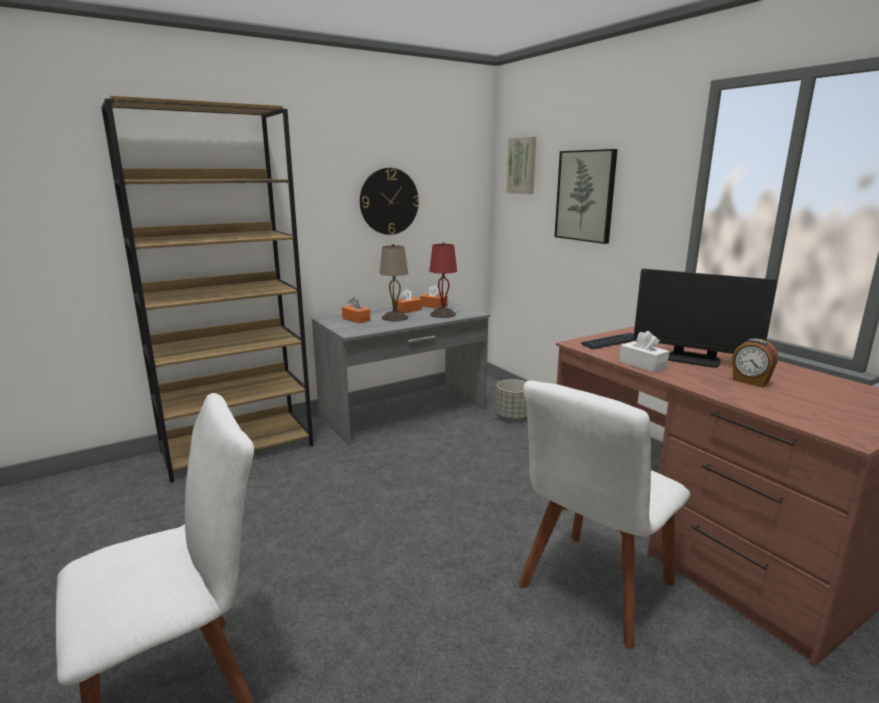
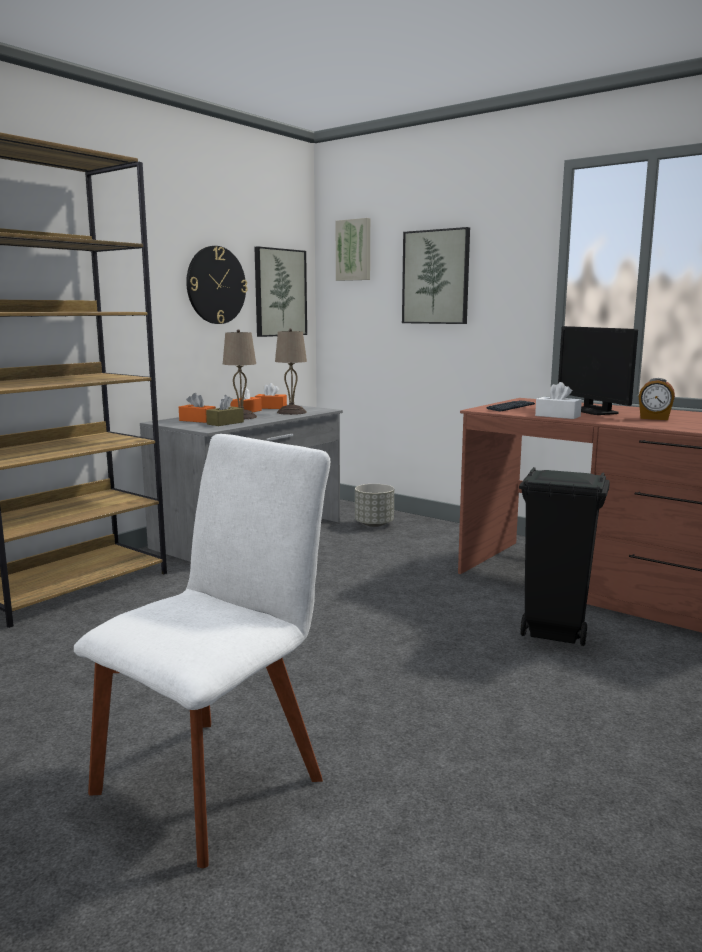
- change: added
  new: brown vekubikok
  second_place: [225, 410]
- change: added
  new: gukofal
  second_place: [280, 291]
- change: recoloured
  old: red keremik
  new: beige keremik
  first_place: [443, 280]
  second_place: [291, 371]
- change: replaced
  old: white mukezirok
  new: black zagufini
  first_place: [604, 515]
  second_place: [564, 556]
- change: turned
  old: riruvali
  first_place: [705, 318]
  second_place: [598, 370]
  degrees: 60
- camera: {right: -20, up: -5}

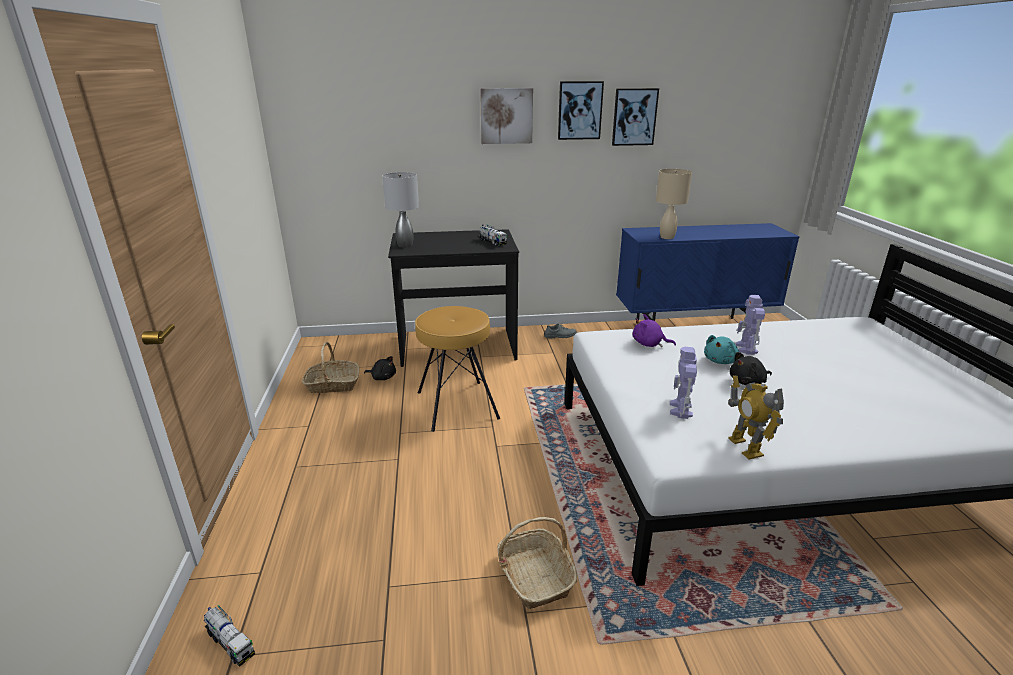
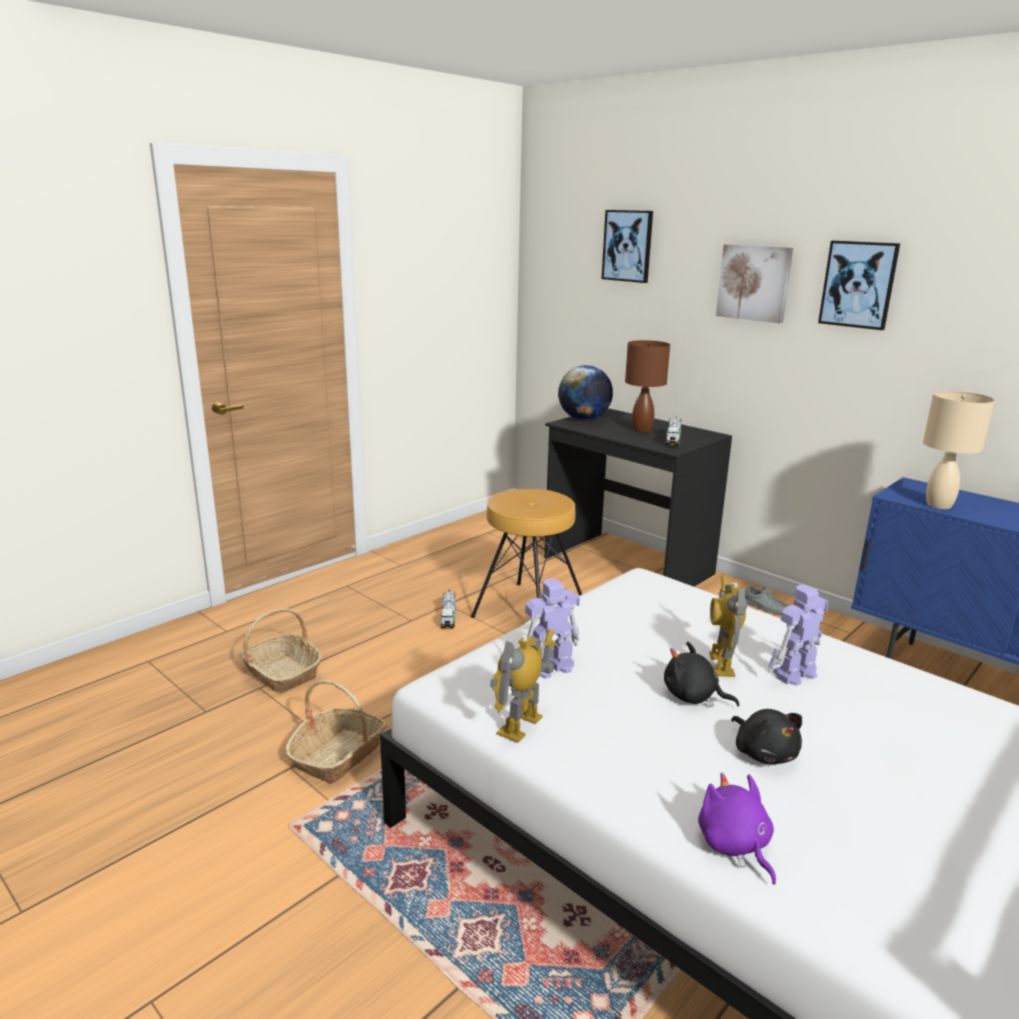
- change: moved
  old: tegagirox
  first_place: [330, 367]
  second_place: [281, 650]
- change: moved
  old: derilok
  first_place: [229, 636]
  second_place: [448, 609]
- change: replaced
  old: grey keremik
  new: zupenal
  first_place: [400, 210]
  second_place: [585, 392]
- change: moved
  old: gukofal
  first_place: [635, 117]
  second_place: [627, 246]
- change: added
  new: brown keremik
  second_place: [647, 386]
- change: moved
  old: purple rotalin
  first_place: [654, 330]
  second_place: [737, 829]
- change: replaced
  old: turquoise rotalin
  new: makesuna
  first_place: [721, 349]
  second_place: [728, 626]
- change: moved
  old: black rotalin
  first_place: [380, 368]
  second_place: [766, 736]
- camera: {right: 50, up: -5}

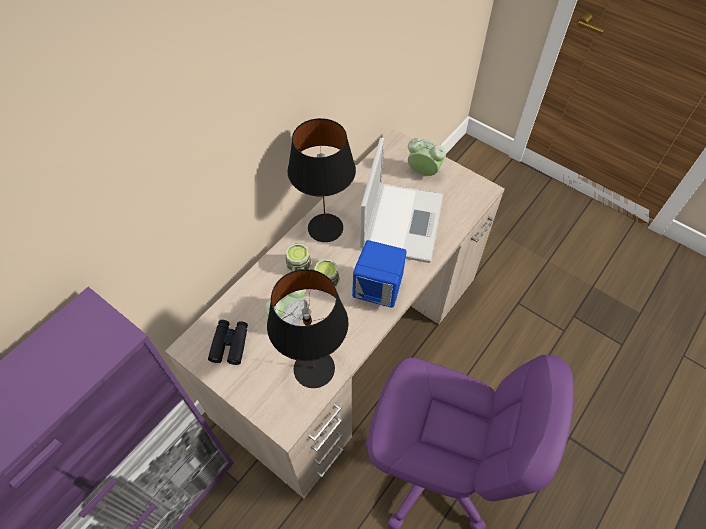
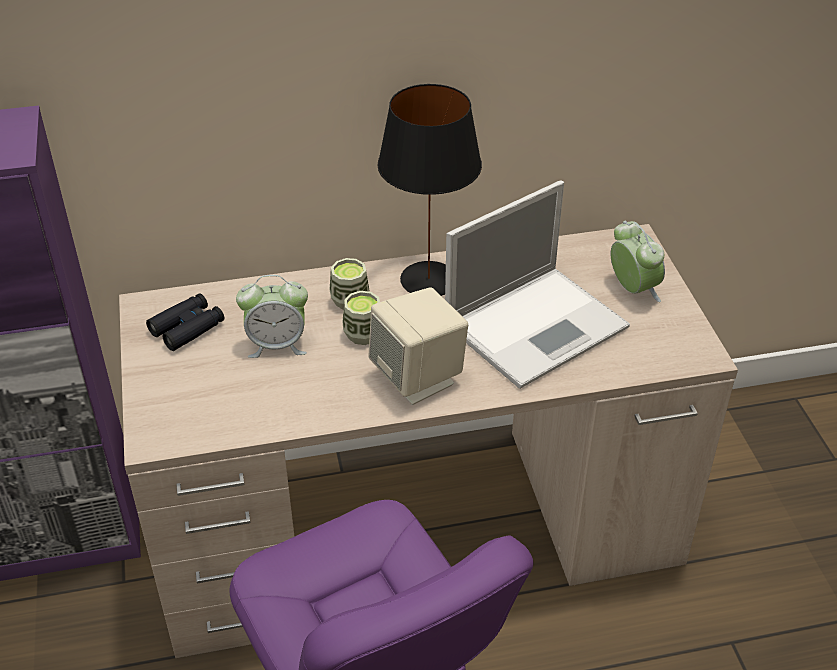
- change: recoloured
  old: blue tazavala
  new: beige tazavala
  first_place: [379, 274]
  second_place: [418, 346]
- change: removed
  old: black keremik
  first_place: [308, 328]
- camera: {right: 40, up: -15}

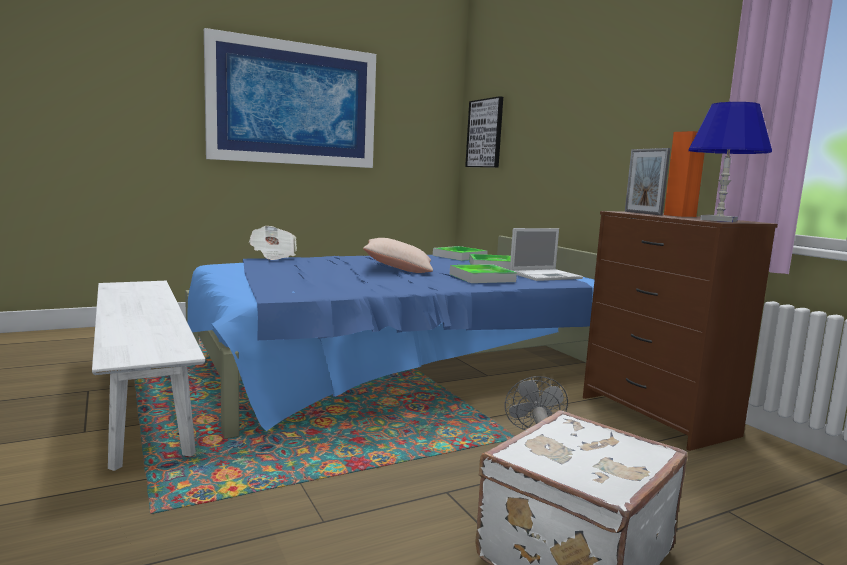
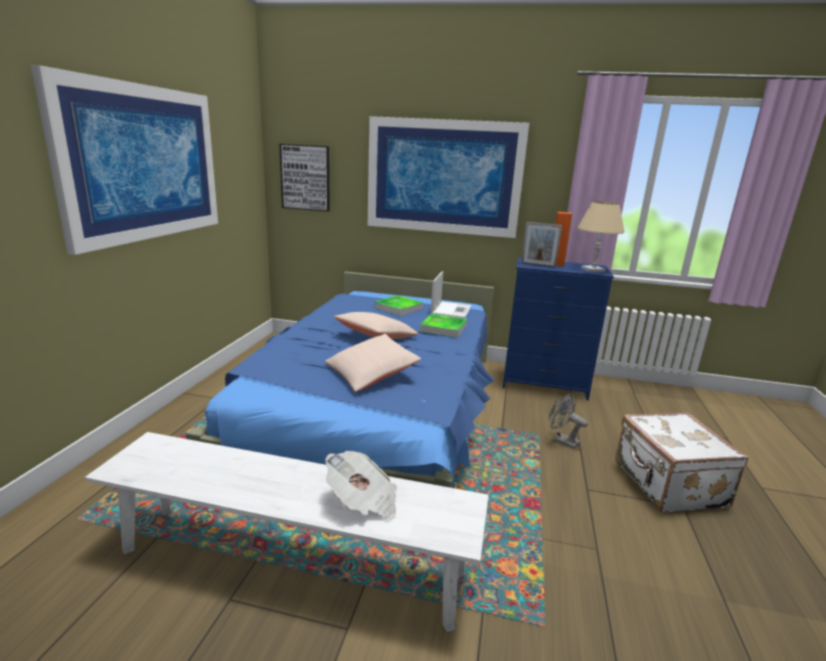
- change: added
  new: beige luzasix
  second_place: [373, 363]
- change: moved
  old: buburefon
  first_place: [273, 243]
  second_place: [361, 485]
- change: added
  new: gukofal
  second_place: [448, 177]
- change: recoloured
  old: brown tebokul
  new: blue tebokul
  first_place: [680, 331]
  second_place: [558, 329]
- change: recoloured
  old: blue keremik
  new: beige keremik
  first_place: [730, 162]
  second_place: [601, 236]
- change: removed
  old: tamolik
  first_place: [460, 253]
- camera: {right: -50, up: 10}

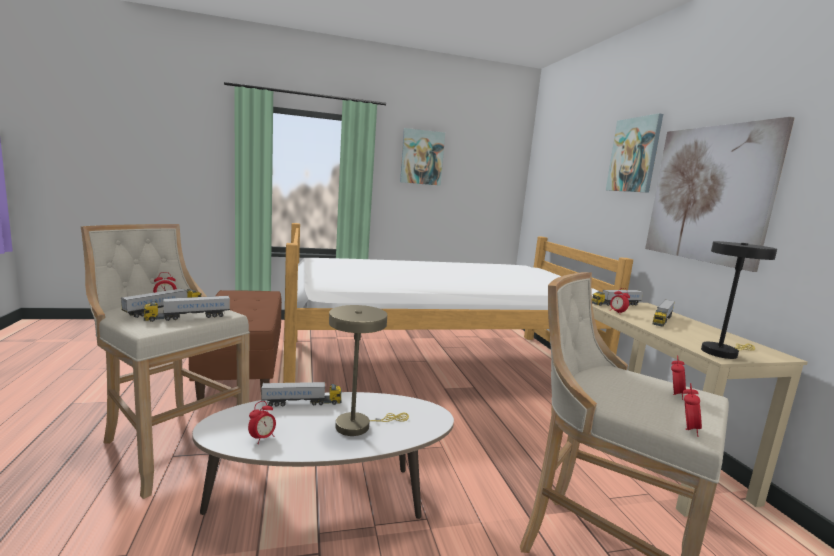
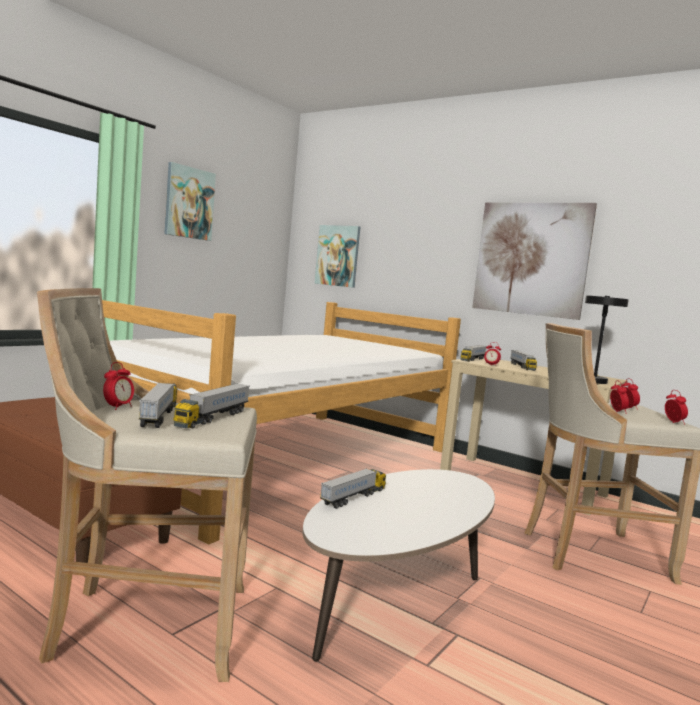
- change: moved
  old: gukofal
  first_place: [634, 153]
  second_place: [337, 256]
- change: moved
  old: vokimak
  first_place: [262, 422]
  second_place: [619, 397]
- change: removed
  old: beige keremik
  first_place: [369, 370]
- camera: {right: -40, up: -5}

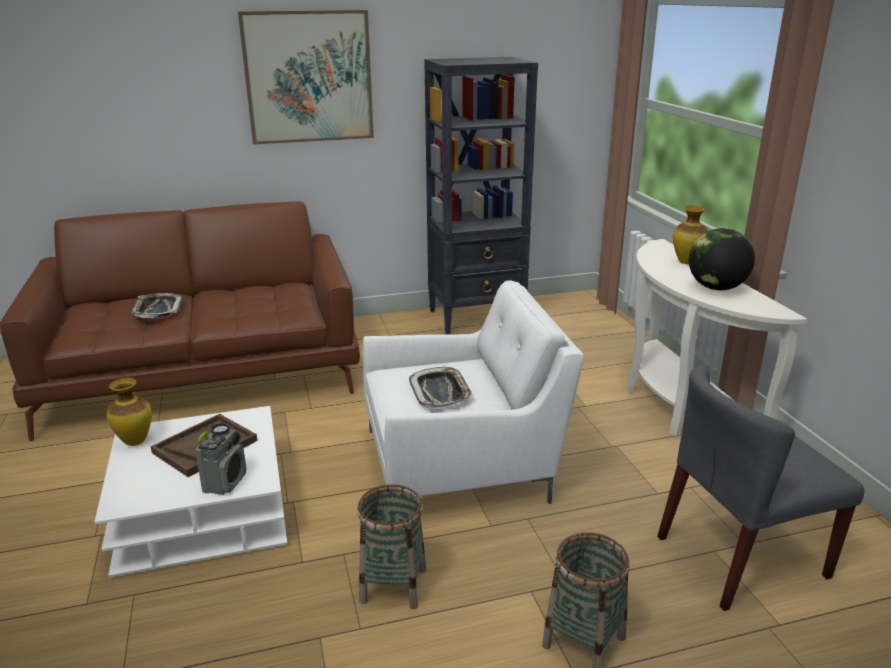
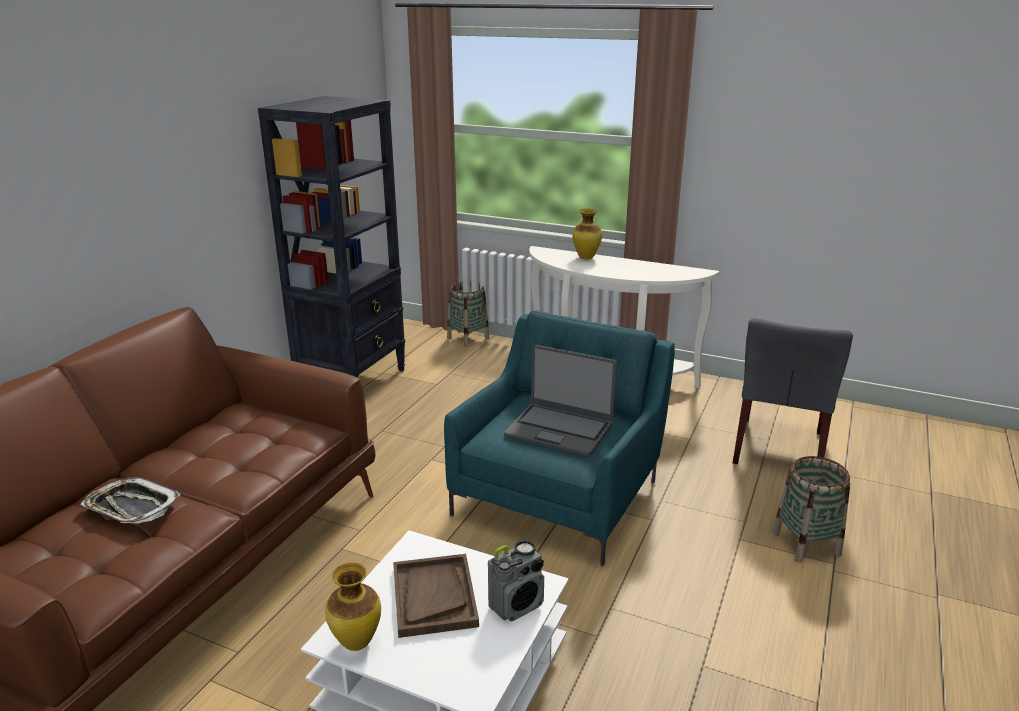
- change: recoloured
  old: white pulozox
  new: turquoise pulozox
  first_place: [473, 392]
  second_place: [559, 438]
- change: moved
  old: tegagirox
  first_place: [391, 546]
  second_place: [468, 314]
- change: turned
  old: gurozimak
  first_place: [221, 459]
  second_place: [516, 581]
  degrees: 90
- change: replaced
  old: tamolik
  new: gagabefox
  first_place: [441, 387]
  second_place: [560, 401]
- change: removed
  old: gukofal
  first_place: [306, 77]
- change: removed
  old: zupenal
  first_place: [722, 259]
- camera: {right: -50, up: 0}

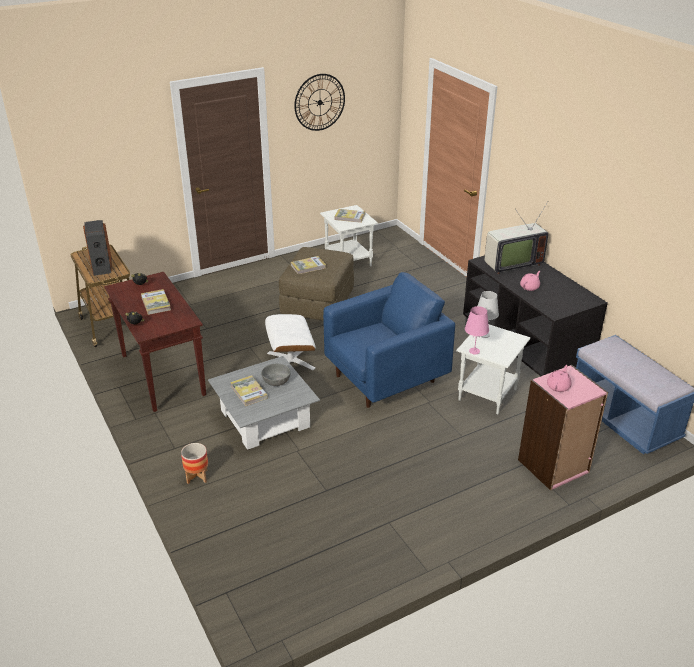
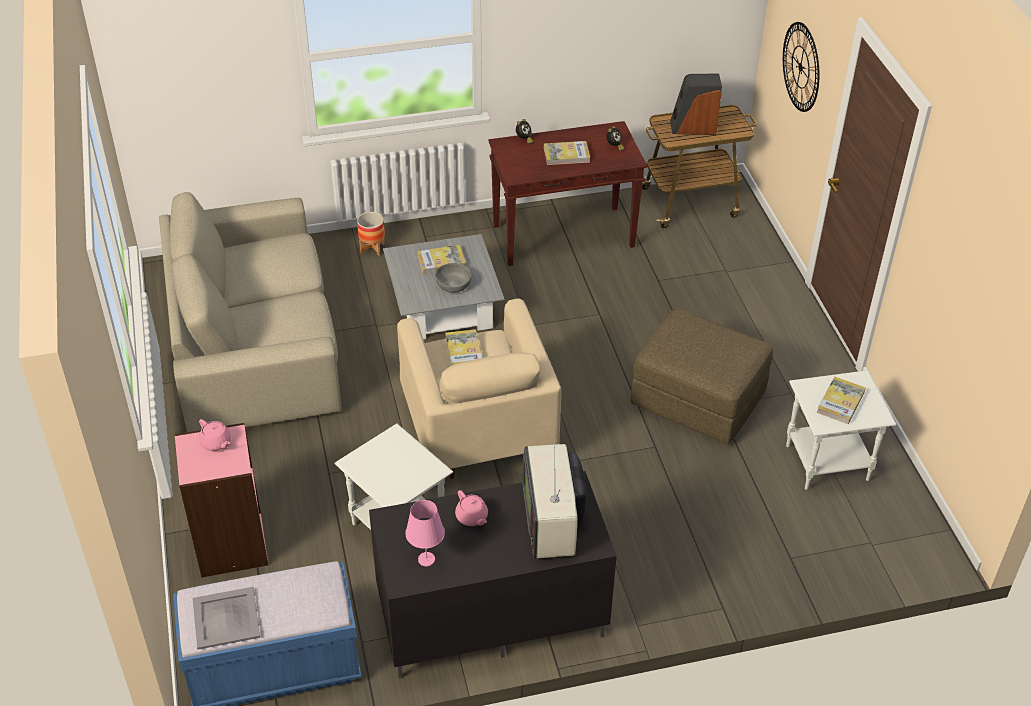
- change: added
  new: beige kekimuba
  second_place: [250, 312]
- change: added
  new: grey tamolik
  second_place: [226, 618]
- change: recoloured
  old: blue pulozox
  new: beige pulozox
  first_place: [389, 340]
  second_place: [479, 389]
- change: moved
  old: pink keremik
  first_place: [477, 330]
  second_place: [425, 533]
- change: moved
  old: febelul
  first_place: [308, 265]
  second_place: [463, 347]
- change: moved
  old: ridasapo
  first_place: [319, 102]
  second_place: [801, 67]
- change: removed
  old: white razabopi
  first_place: [290, 342]
- change: removed
  old: white keremik
  first_place: [488, 314]
- camera: {right: 105, up: 10}

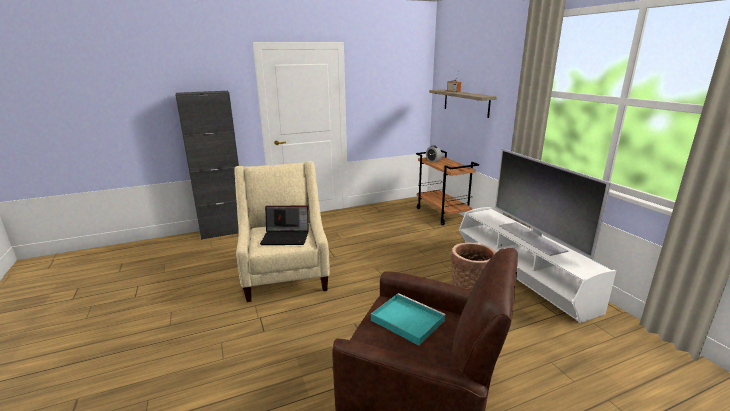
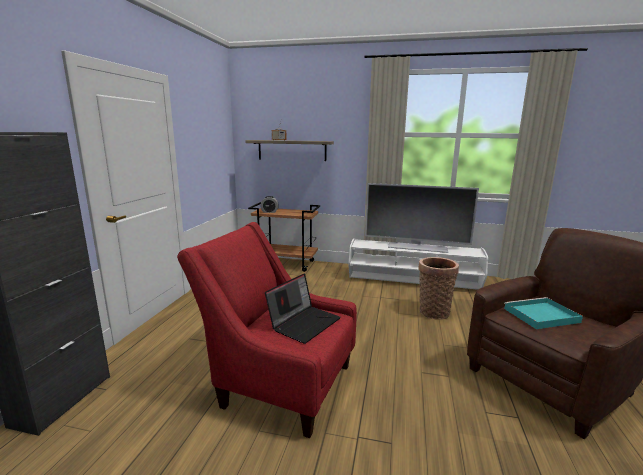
- change: recoloured
  old: beige pulozox
  new: red pulozox
  first_place: [282, 231]
  second_place: [267, 330]
- camera: {right: -55, up: -5}

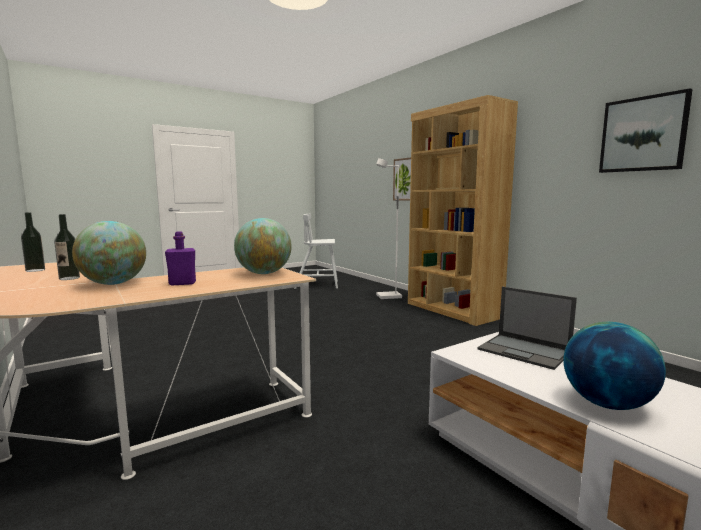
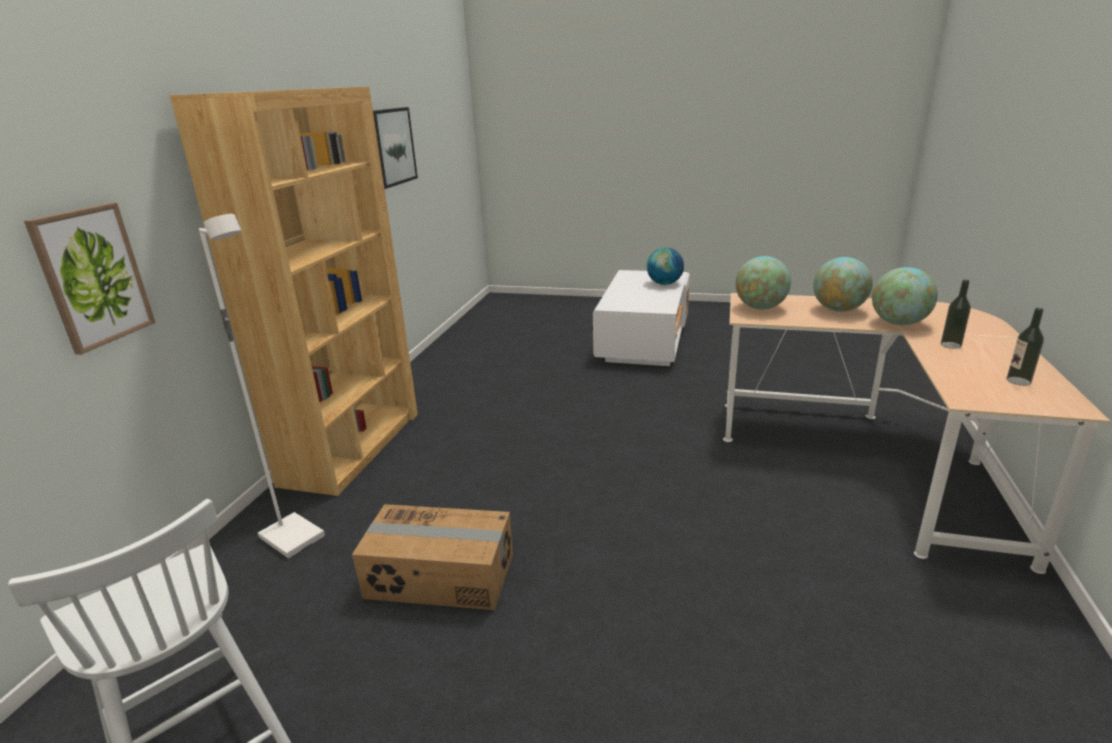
- change: added
  new: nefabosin
  second_place: [432, 557]
- change: replaced
  old: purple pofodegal
  new: zupenal
  first_place: [180, 258]
  second_place: [843, 284]
- change: removed
  old: gagabefox
  first_place: [527, 328]
- camera: {right: -130, up: 15}

